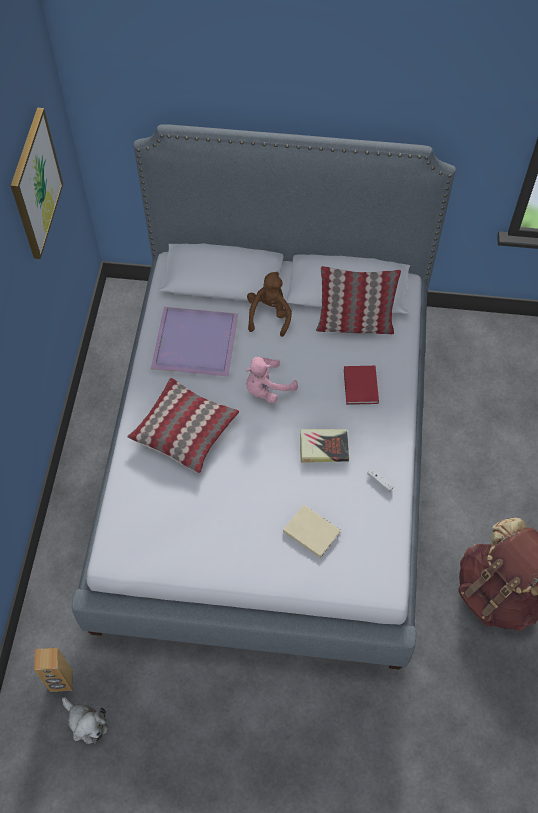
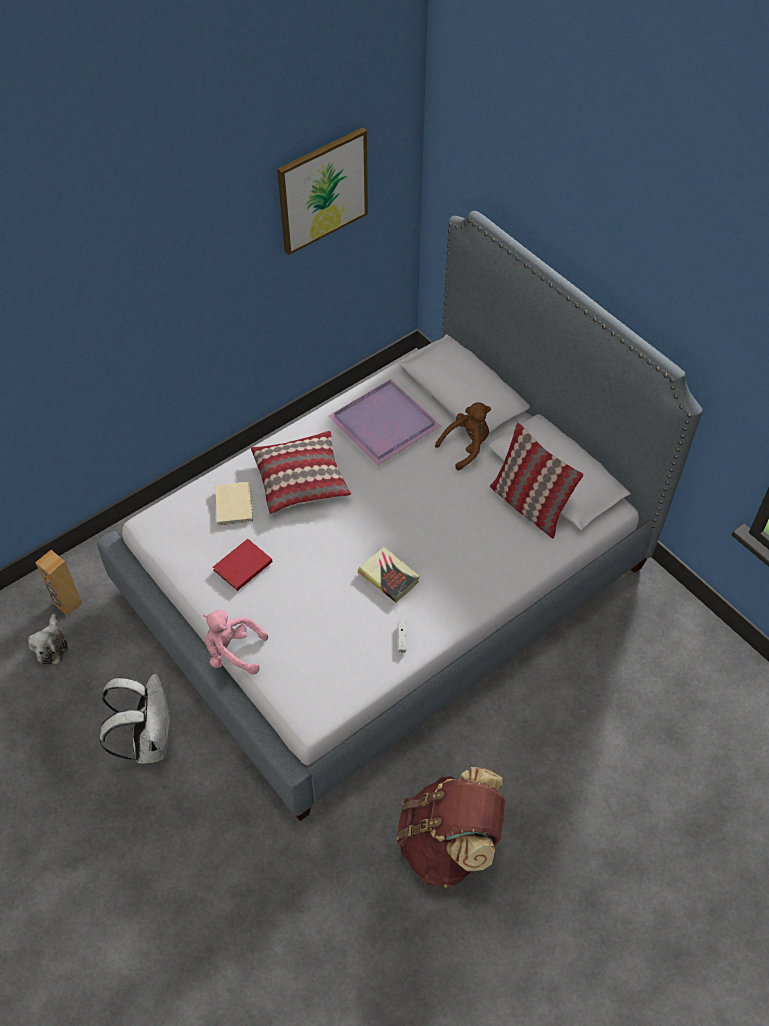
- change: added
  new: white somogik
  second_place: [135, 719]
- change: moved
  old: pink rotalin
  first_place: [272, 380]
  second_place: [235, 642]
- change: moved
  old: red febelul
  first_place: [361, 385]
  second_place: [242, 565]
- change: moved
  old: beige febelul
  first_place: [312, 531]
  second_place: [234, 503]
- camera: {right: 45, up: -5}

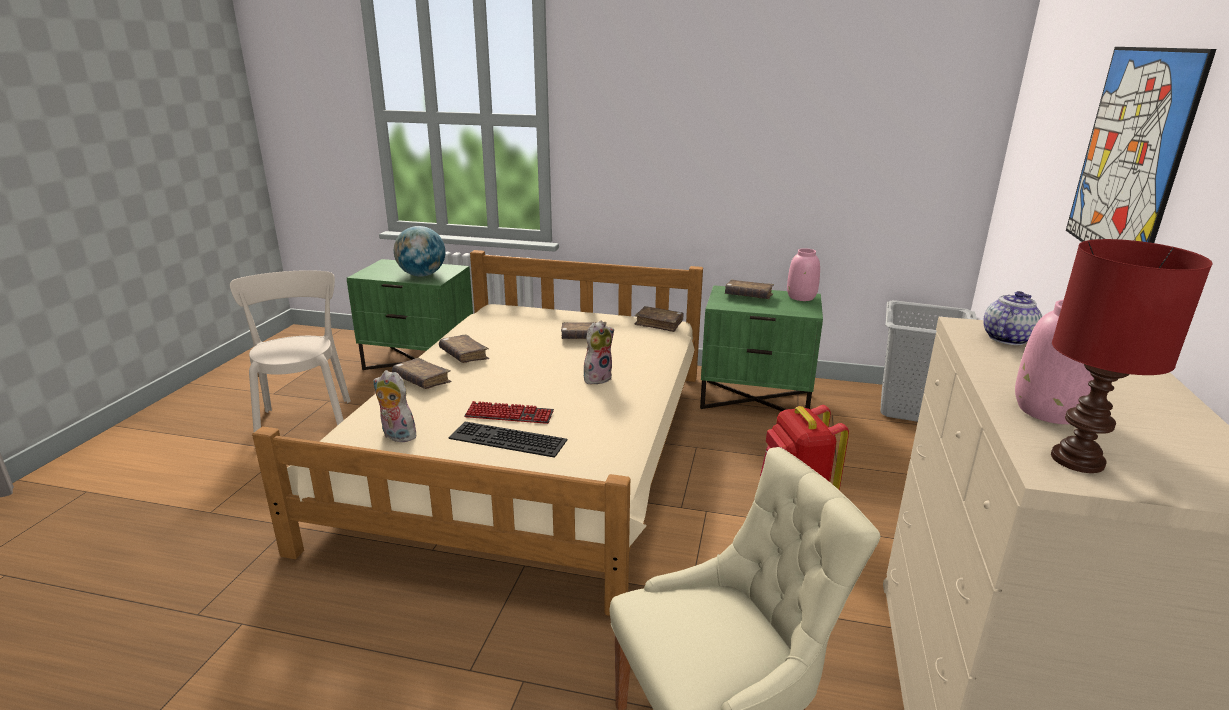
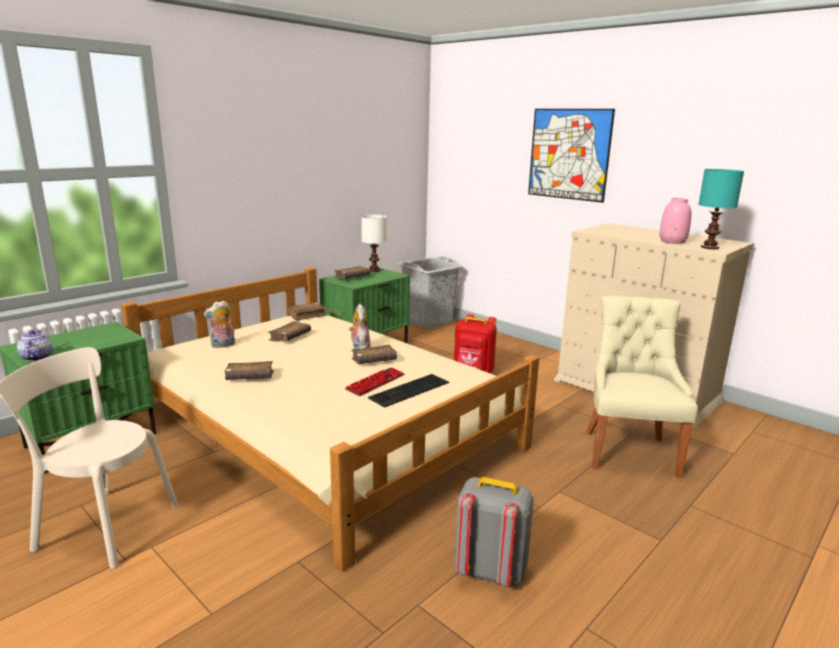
- change: moved
  old: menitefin
  first_place: [1012, 318]
  second_place: [34, 345]
- change: moved
  old: rotalin
  first_place: [394, 406]
  second_place: [219, 324]
- change: moved
  old: brown febelul
  first_place: [422, 373]
  second_place: [374, 354]
- change: replaced
  old: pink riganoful
  new: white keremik
  first_place: [803, 274]
  second_place: [374, 243]
- change: added
  new: grey somogik
  second_place: [494, 532]
- change: recoloured
  old: red keremik
  new: turquoise keremik
  first_place: [1132, 356]
  second_place: [721, 209]
- change: removed
  old: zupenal
  first_place: [419, 251]
- camera: {right: -60, up: -5}

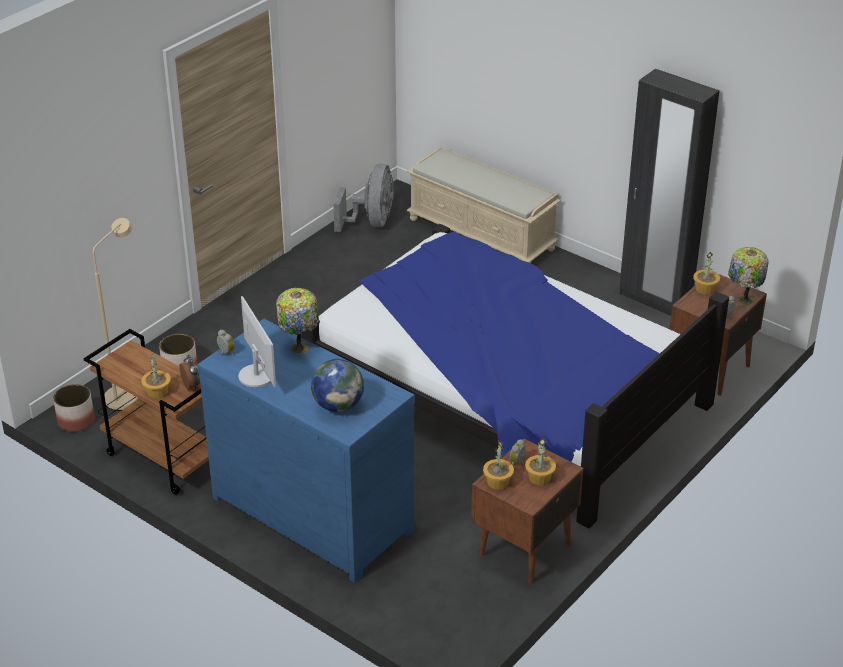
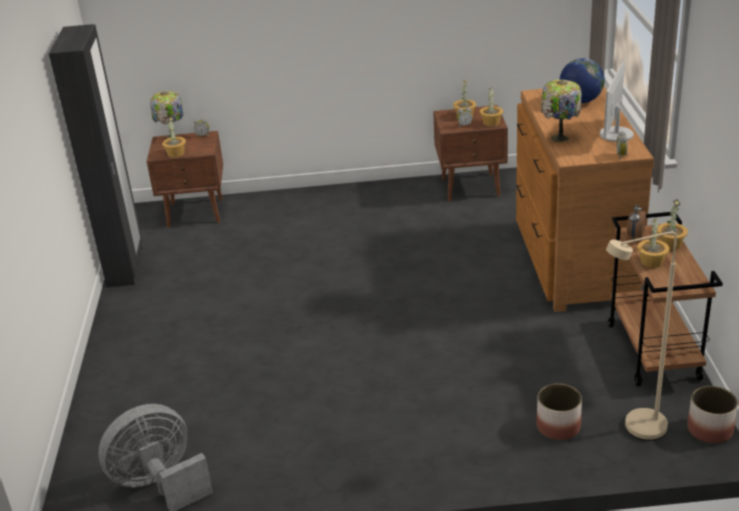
- change: recoloured
  old: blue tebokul
  new: brown tebokul
  first_place: [306, 451]
  second_place: [585, 199]
- change: added
  new: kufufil
  second_place: [653, 243]
- change: removed
  old: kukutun
  first_place: [515, 376]
- change: removed
  old: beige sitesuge
  first_place: [483, 205]
- camera: {right: -130, up: -5}

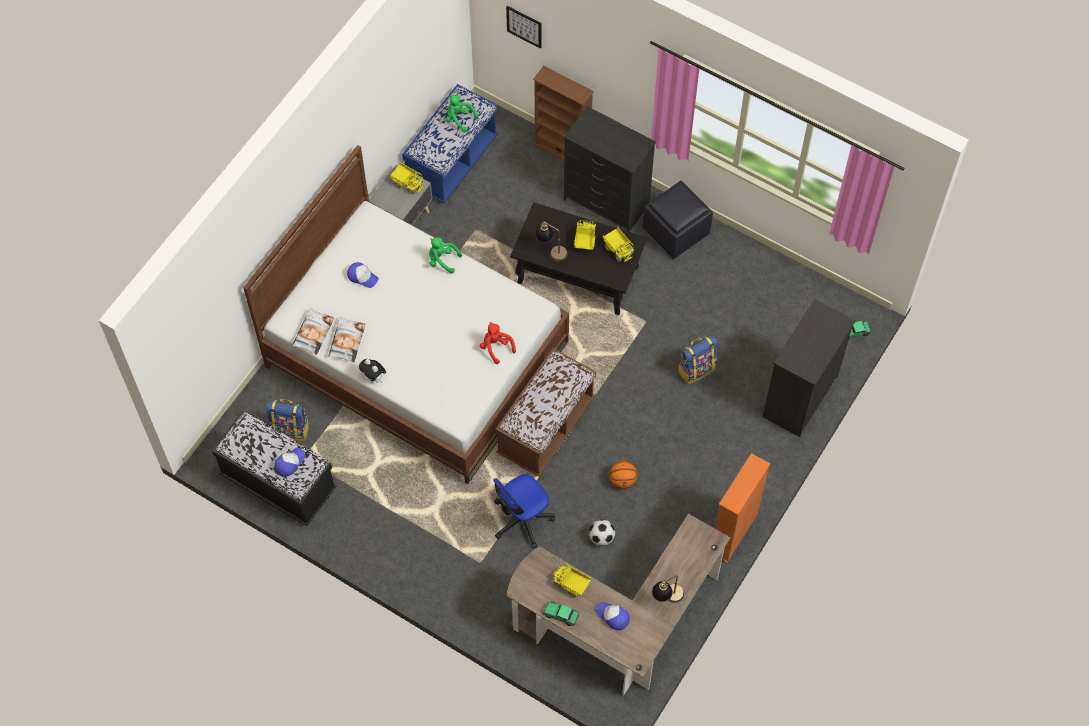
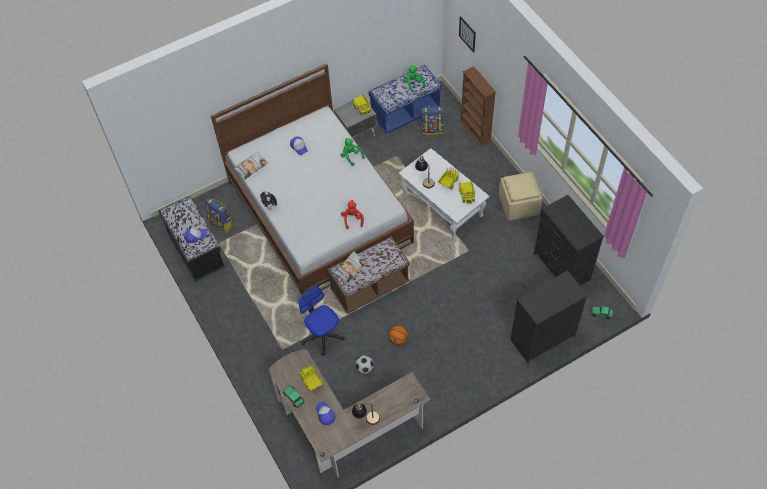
- change: turned
  old: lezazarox
  first_place: [524, 511]
  second_place: [321, 320]
  degrees: 60
- change: moved
  old: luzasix
  first_place: [346, 339]
  second_place: [350, 267]
- change: recoloured
  old: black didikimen
  new: white didikimen
  first_place: [578, 258]
  second_place: [443, 194]
- change: moved
  old: somogik
  first_place: [698, 360]
  second_place: [432, 120]
- change: recoloured
  old: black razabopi
  new: beige razabopi
  first_place: [678, 219]
  second_place: [520, 196]
- change: moved
  old: black tebokul
  first_place: [610, 169]
  second_place: [569, 240]
- change: removed
  old: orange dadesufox
  first_place: [742, 508]
- camera: {right: 30, up: -5}

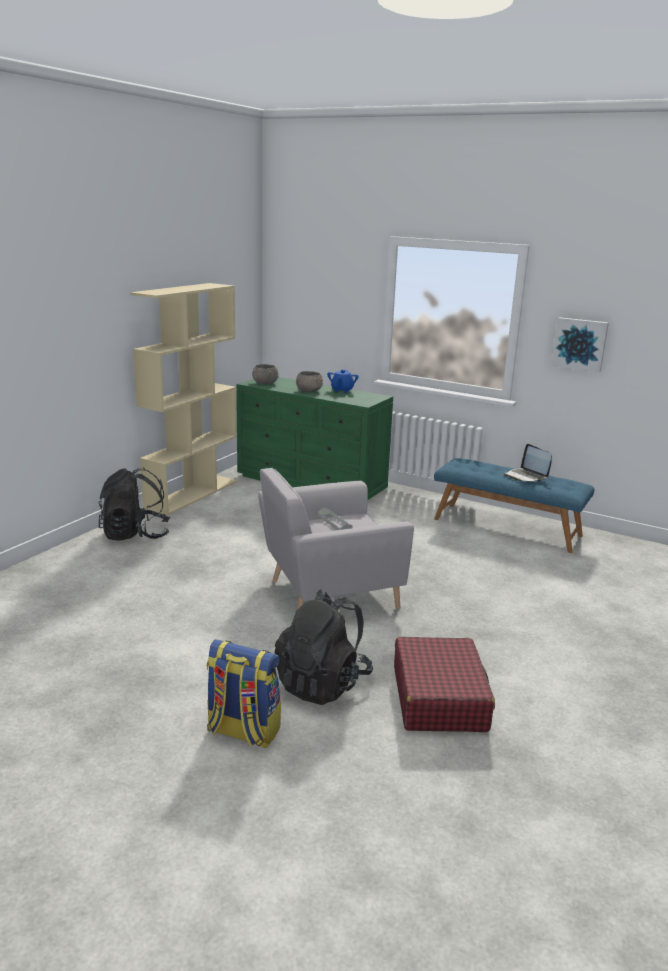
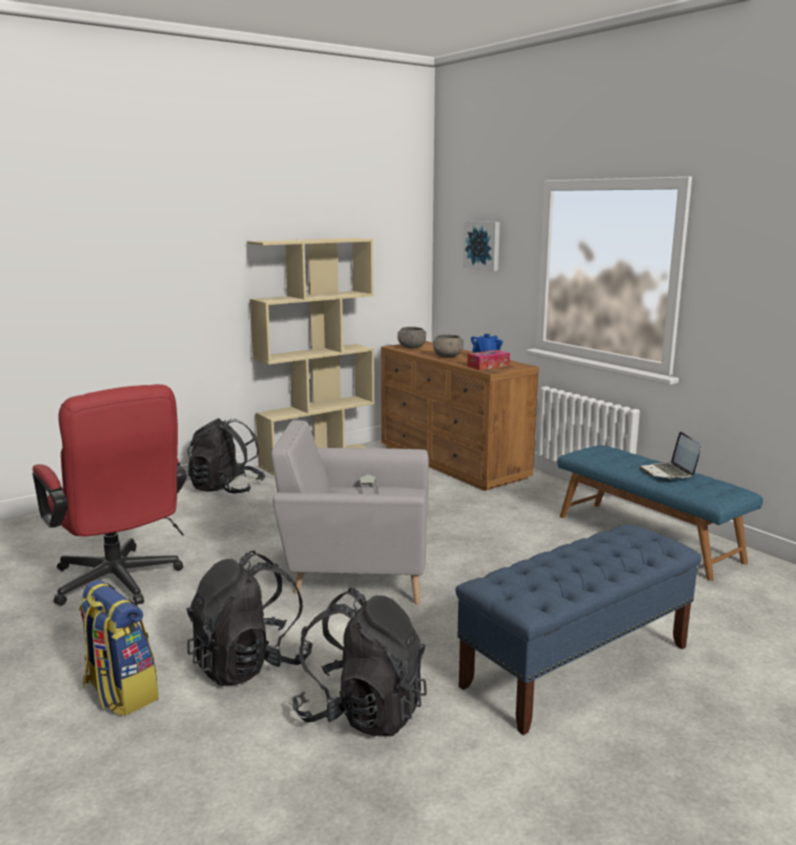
- change: added
  new: red lezazarox
  second_place: [109, 495]
- change: replaced
  old: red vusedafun
  new: black somogik
  first_place: [444, 684]
  second_place: [359, 662]
- change: recoloured
  old: green tebokul
  new: brown tebokul
  first_place: [314, 438]
  second_place: [460, 416]
- change: added
  new: blue sitesuge
  second_place: [579, 629]
- change: moved
  old: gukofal
  first_place: [580, 344]
  second_place: [481, 246]
- change: added
  new: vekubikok
  second_place: [488, 360]
- camera: {right: 25, up: -5}

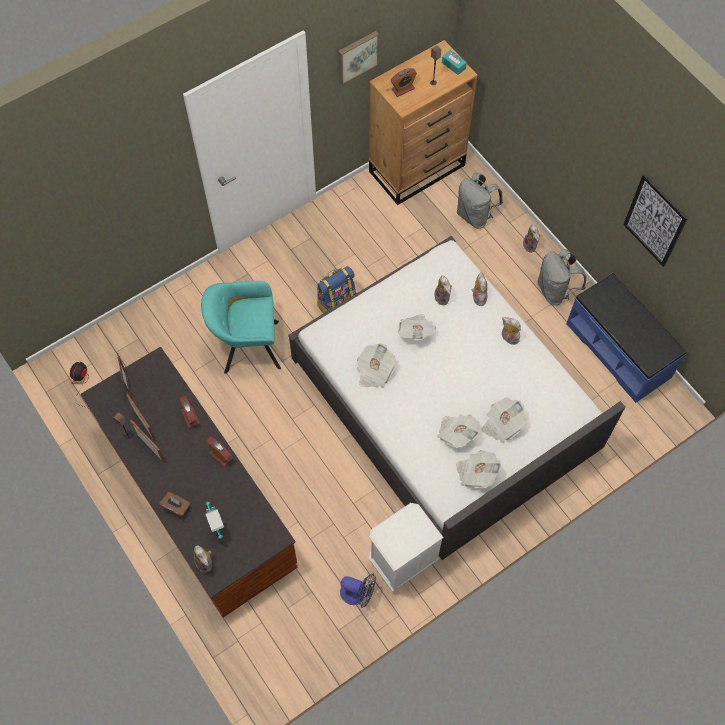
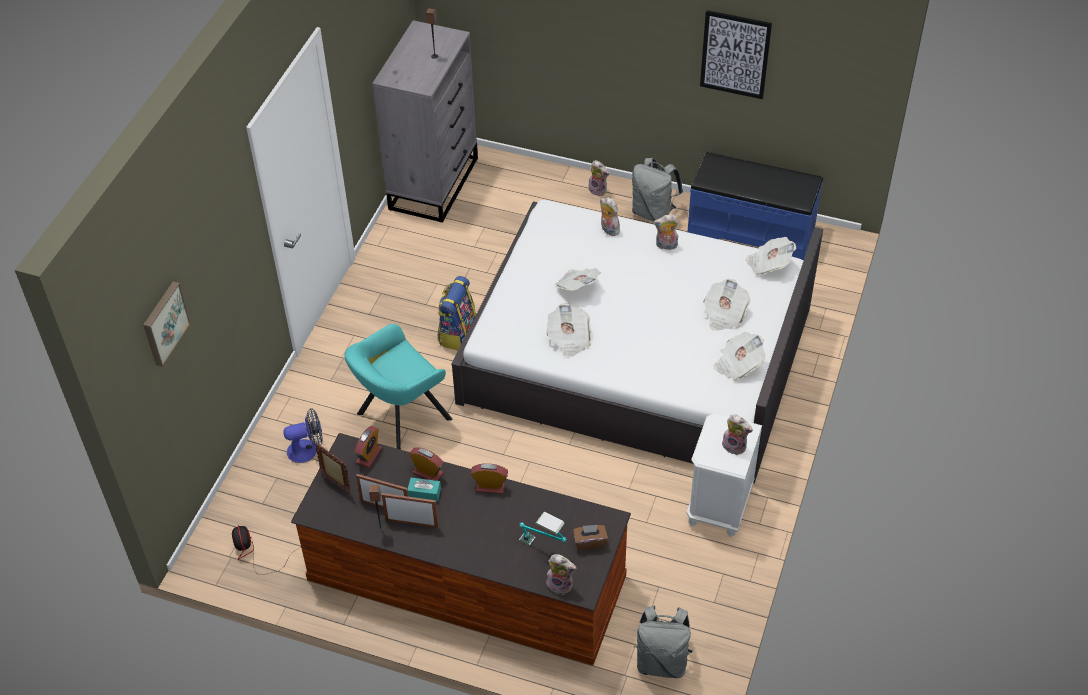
- change: moved
  old: gukofal
  first_place: [358, 58]
  second_place: [167, 324]
- change: moved
  old: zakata
  first_place: [358, 590]
  second_place: [303, 435]
- change: moved
  old: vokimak
  first_place: [404, 82]
  second_place: [368, 447]
- change: recoloured
  old: brown tebokul
  new: grey tebokul
  first_place: [423, 122]
  second_place: [425, 121]
- change: moved
  old: turquoise vekubikok
  first_place: [454, 62]
  second_place: [424, 490]
- change: moved
  old: brown vekubikok
  first_place: [174, 505]
  second_place: [590, 537]
- change: moved
  old: grey somogik
  first_place: [480, 201]
  second_place: [663, 642]
- change: moved
  old: rotalin
  first_place: [443, 290]
  second_place: [737, 434]
- change: moved
  old: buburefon
  first_place: [458, 431]
  second_place: [771, 256]
- camera: {right: -35, up: -15}

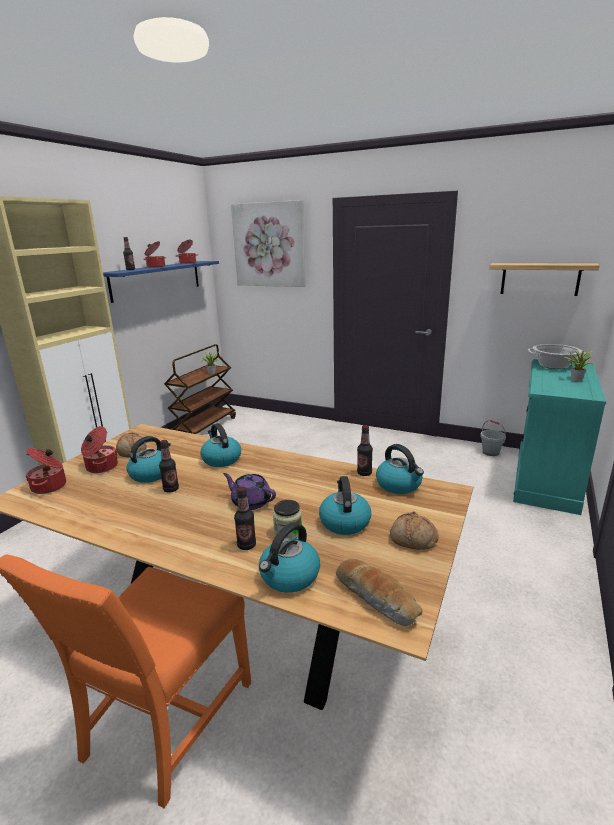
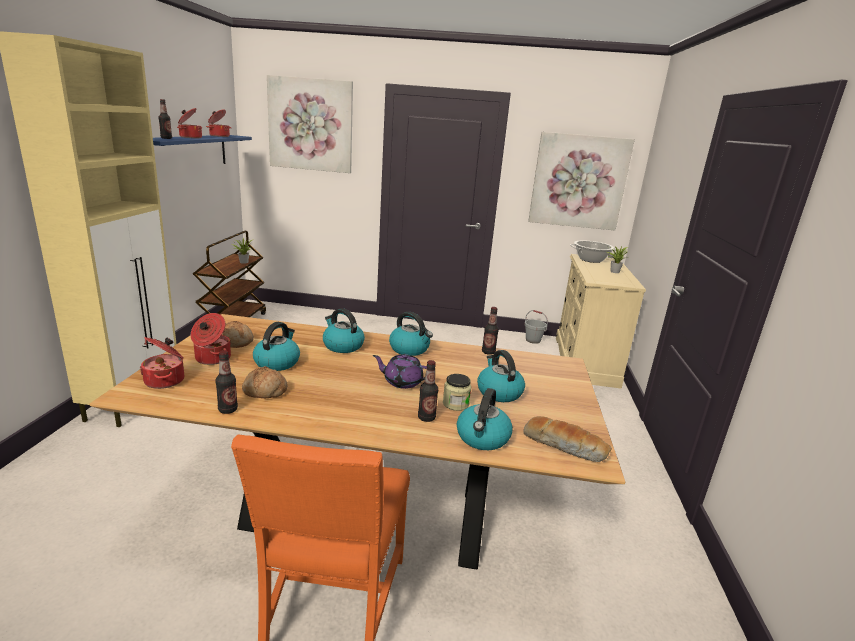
- change: moved
  old: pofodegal
  first_place: [169, 466]
  second_place: [226, 382]
- change: moved
  old: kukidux
  first_place: [414, 530]
  second_place: [265, 382]
- change: moved
  old: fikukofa
  first_place: [400, 469]
  second_place: [411, 334]
- change: replaced
  old: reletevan
  new: gukofal
  first_place: [544, 279]
  second_place: [581, 181]
- change: recoloured
  old: turquoise tebokul
  new: beige tebokul
  first_place: [559, 437]
  second_place: [601, 321]
- camera: {right: -20, up: 0}

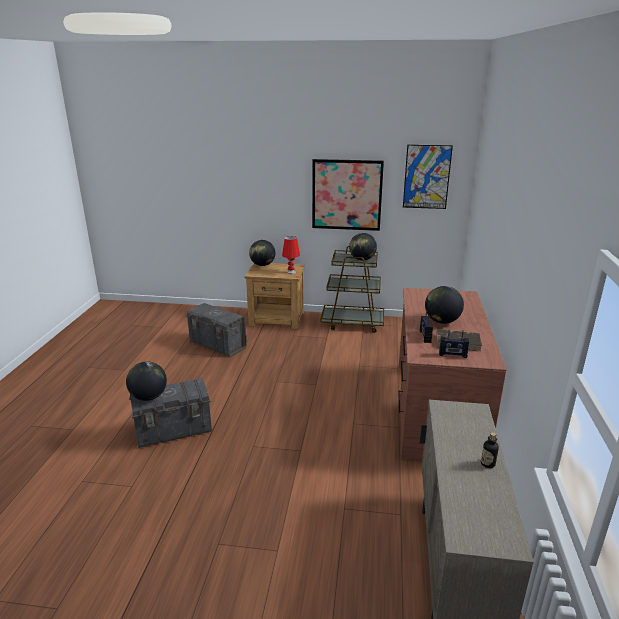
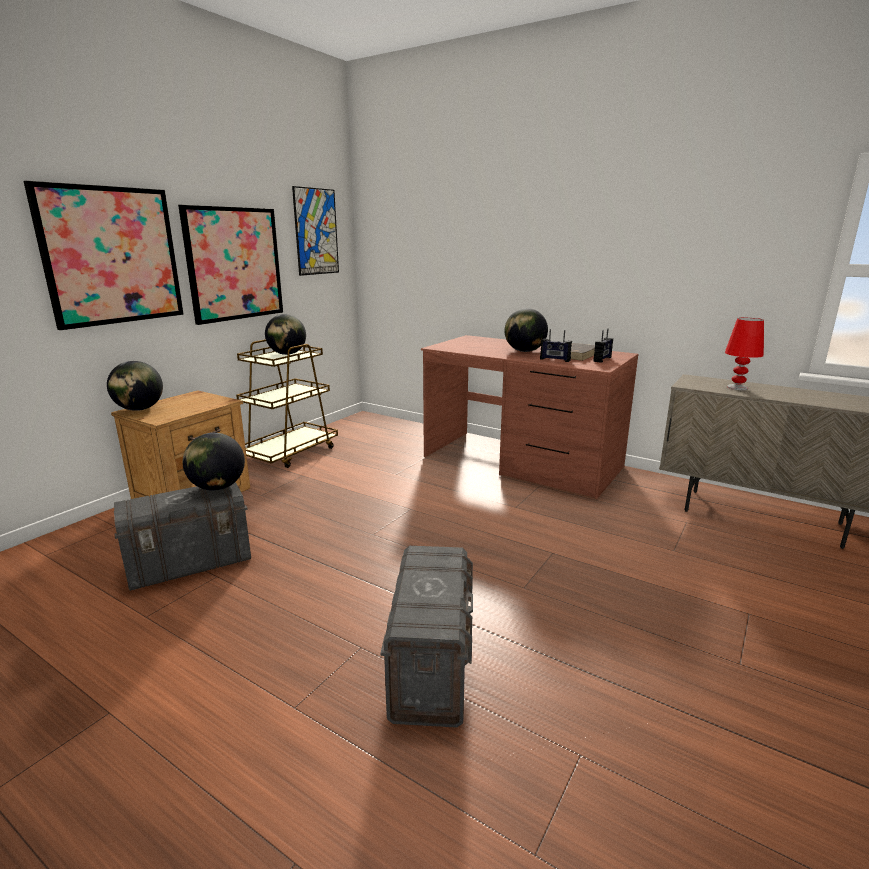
- change: added
  new: gukofal
  second_place: [104, 255]
- change: moved
  old: zupenal
  first_place: [146, 381]
  second_place: [214, 462]
- change: moved
  old: red keremik
  first_place: [291, 255]
  second_place: [744, 354]
- change: removed
  old: pofodegal
  first_place: [490, 450]
- camera: {right: -65, up: -5}

